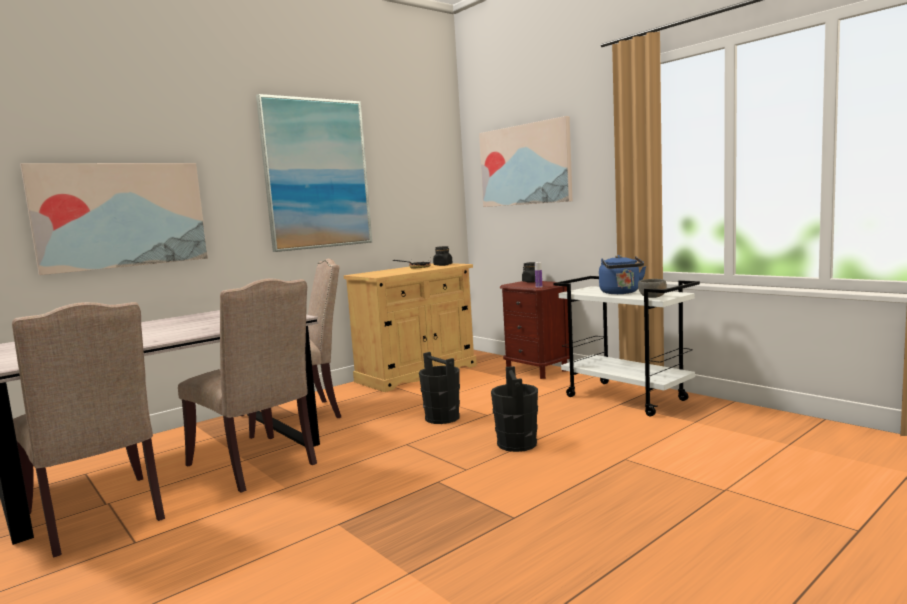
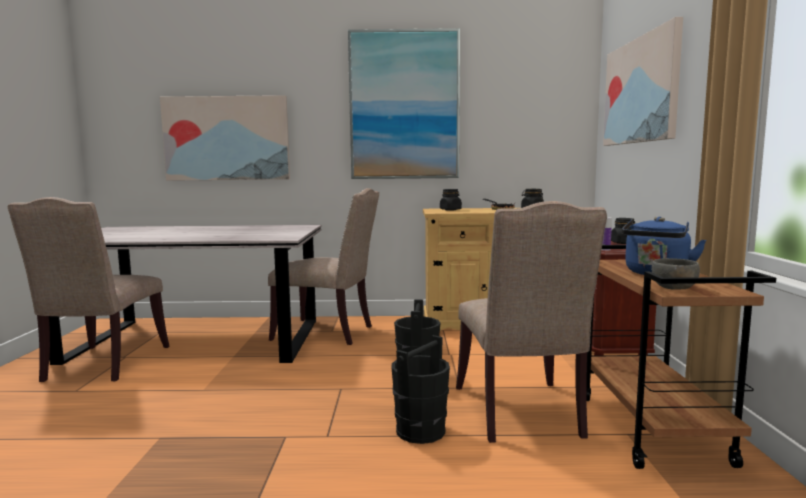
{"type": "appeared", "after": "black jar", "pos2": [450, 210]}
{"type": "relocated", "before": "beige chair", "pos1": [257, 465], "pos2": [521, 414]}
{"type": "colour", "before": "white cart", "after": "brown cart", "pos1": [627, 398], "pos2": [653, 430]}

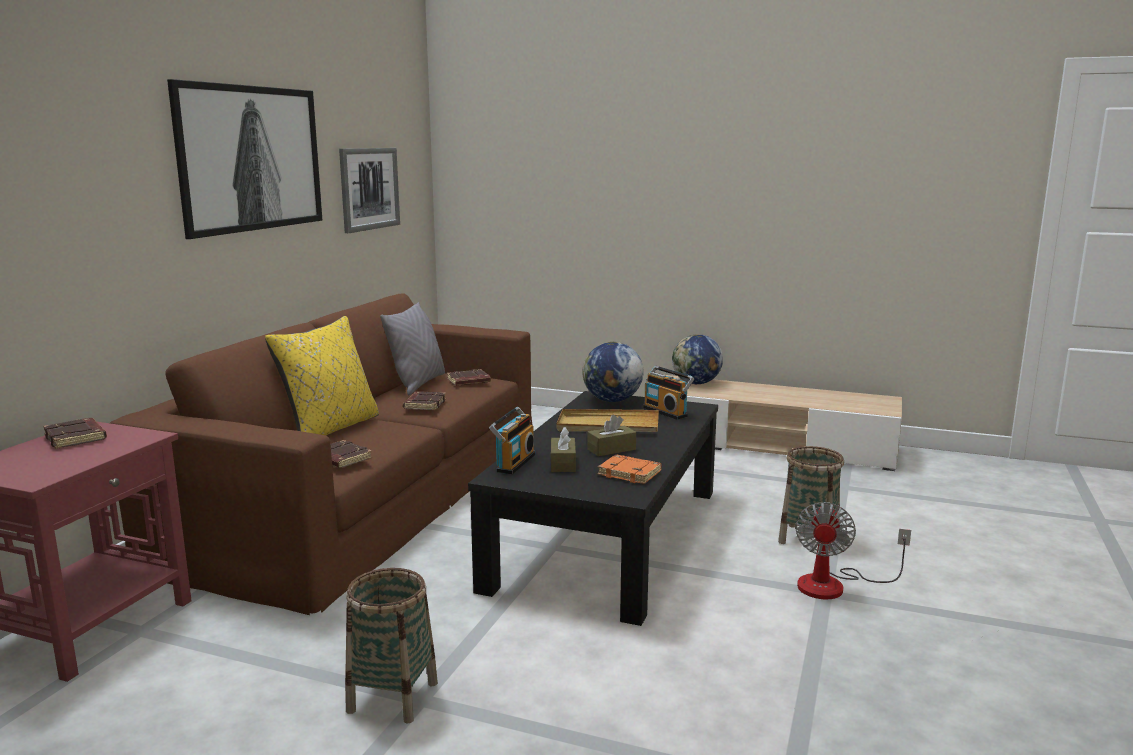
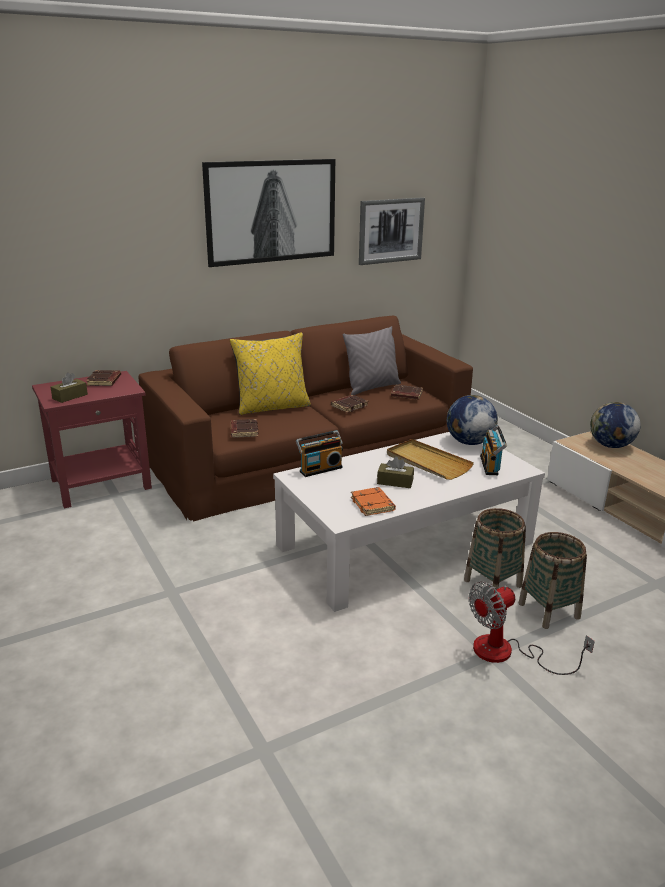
{"type": "relocated", "before": "brown tissue box", "pos1": [563, 463], "pos2": [70, 396]}
{"type": "colour", "before": "black coffee table", "after": "white coffee table", "pos1": [608, 536], "pos2": [406, 544]}
{"type": "relocated", "before": "basket", "pos1": [392, 696], "pos2": [492, 583]}

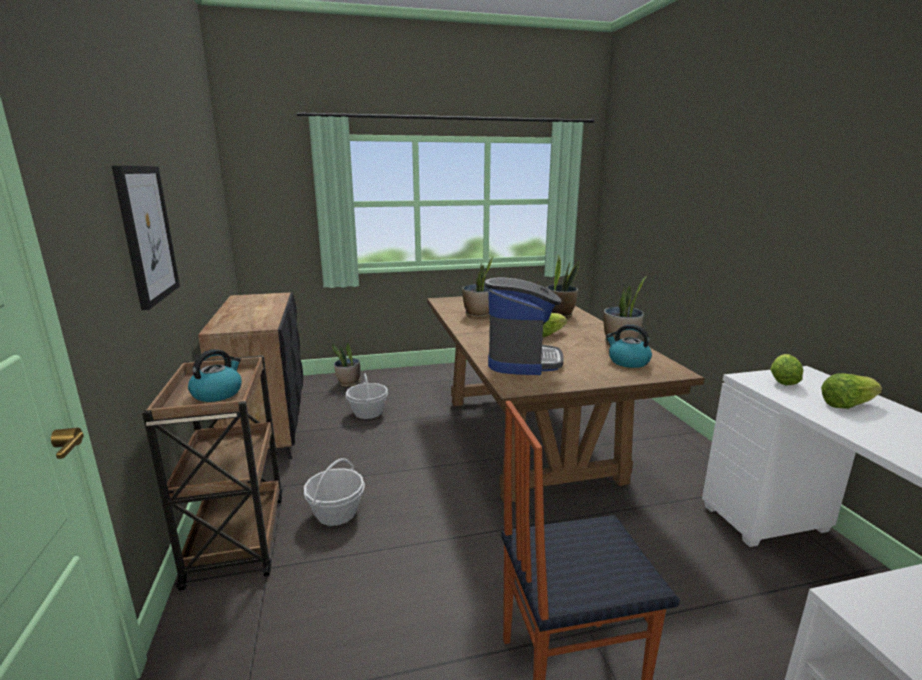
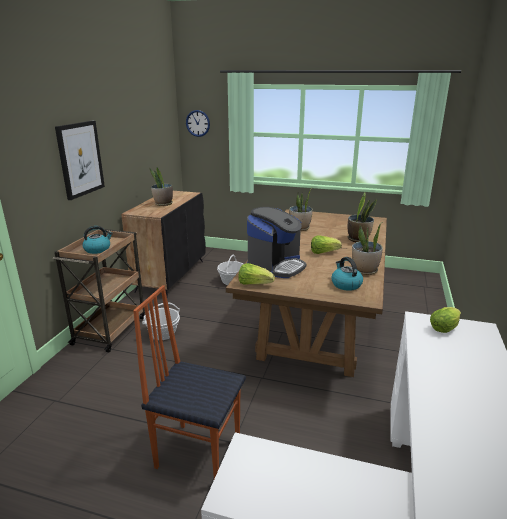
{"type": "relocated", "before": "potted plant", "pos1": [348, 383], "pos2": [163, 204]}
{"type": "appeared", "after": "wall clock", "pos2": [198, 123]}
{"type": "relocated", "before": "lettuce", "pos1": [846, 405], "pos2": [254, 284]}

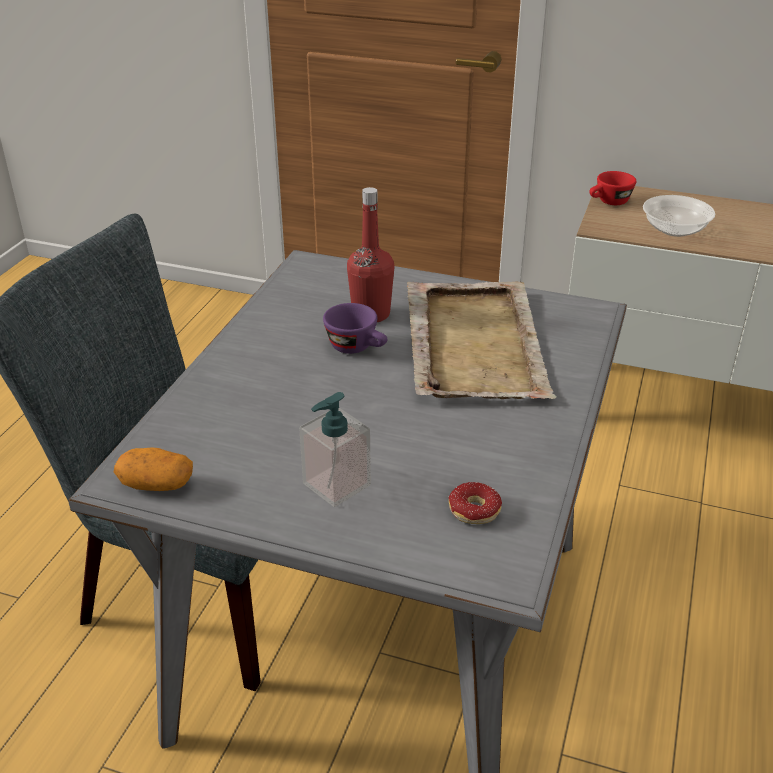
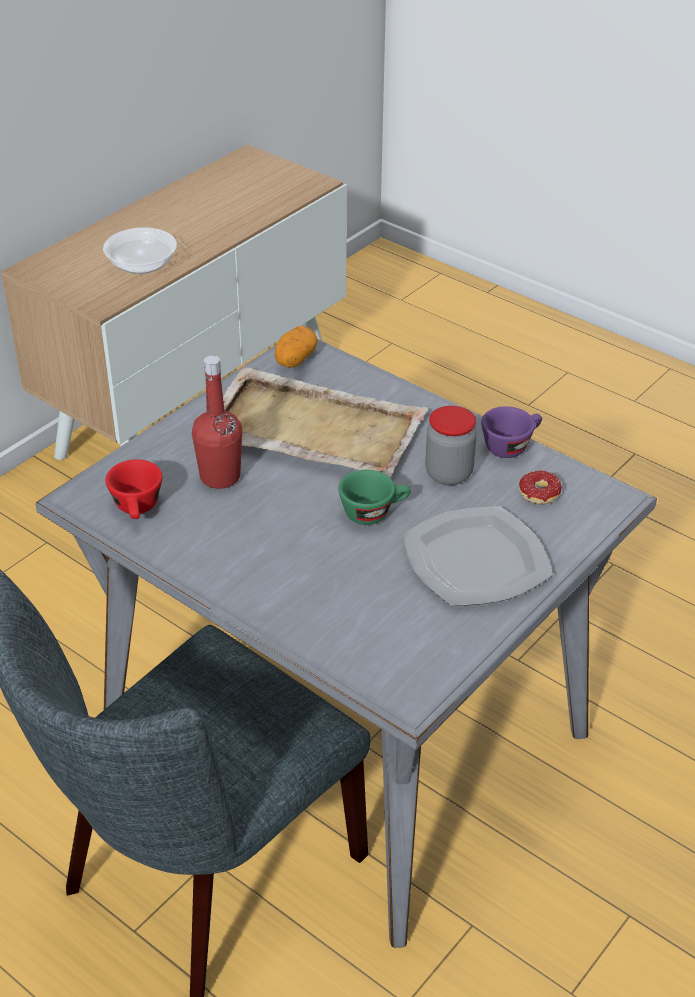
{"type": "relocated", "before": "red cup", "pos1": [609, 202], "pos2": [138, 509]}
{"type": "relocated", "before": "potato", "pos1": [156, 485], "pos2": [295, 359]}
{"type": "appeared", "after": "green cup", "pos2": [374, 512]}
{"type": "exchanged", "before": "soap dispenser", "after": "plate", "pos1": [336, 484], "pos2": [476, 559]}
{"type": "appeared", "after": "jar", "pos2": [448, 474]}
{"type": "relocated", "before": "purple cup", "pos1": [358, 348], "pos2": [511, 445]}

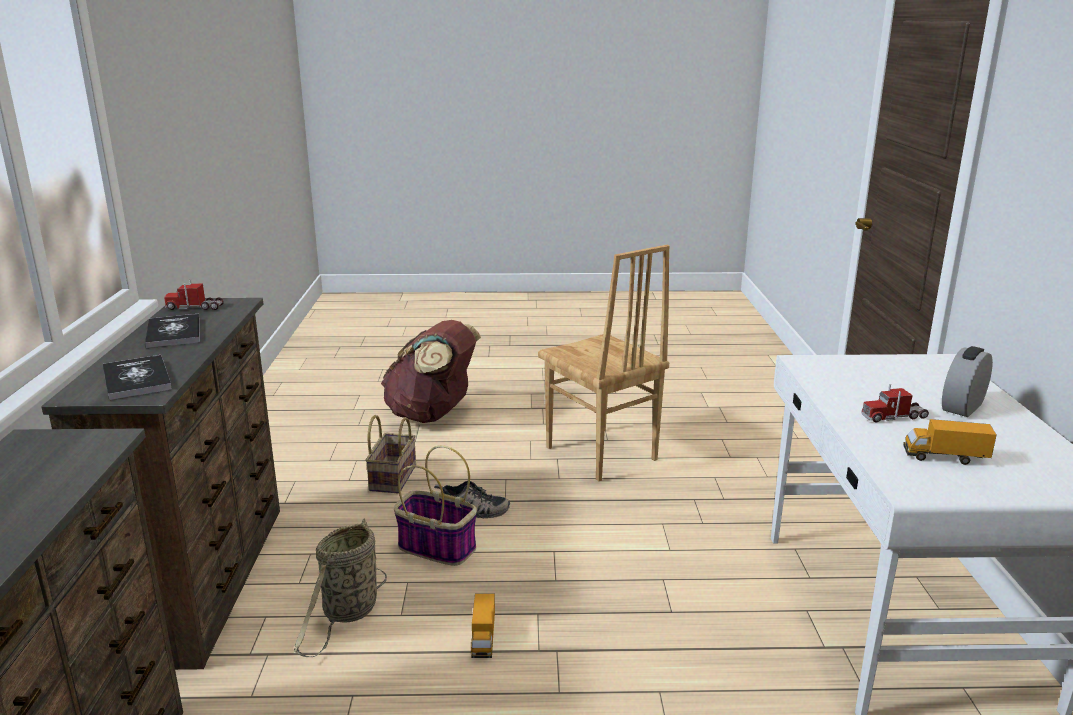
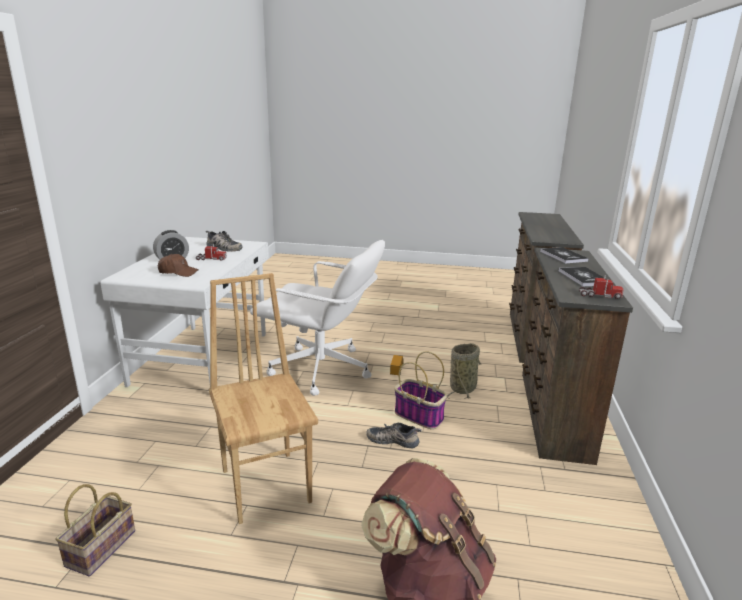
{"type": "relocated", "before": "basket", "pos1": [392, 477], "pos2": [101, 550]}
{"type": "appeared", "after": "brown cap", "pos2": [178, 272]}
{"type": "exchanged", "before": "toy truck", "after": "shoe", "pos1": [944, 458], "pos2": [223, 248]}
{"type": "appeared", "after": "white office chair", "pos2": [321, 370]}

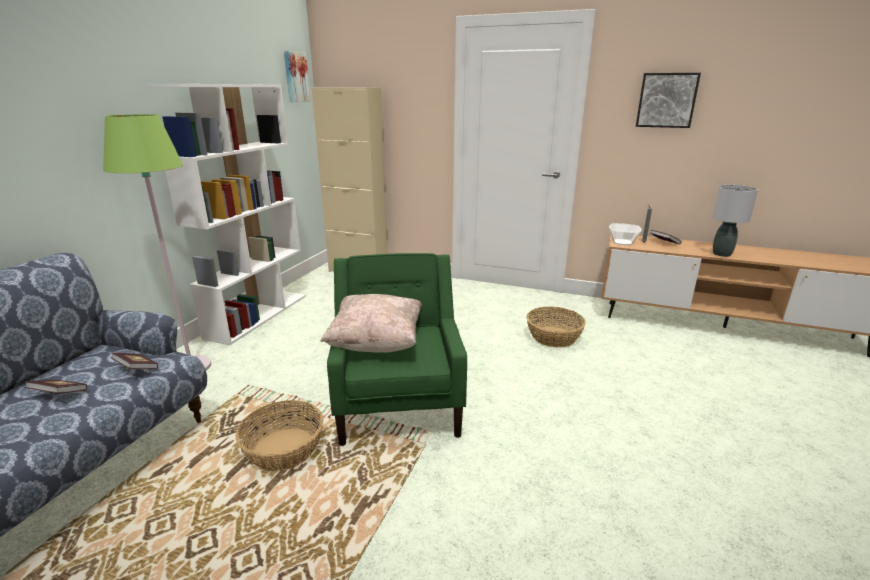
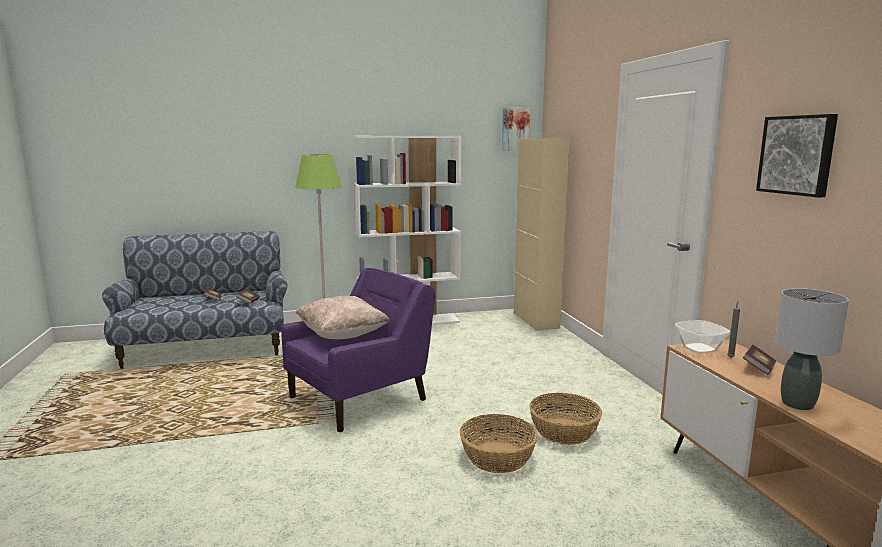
{"type": "colour", "before": "green armchair", "after": "purple armchair", "pos1": [399, 401], "pos2": [360, 398]}
{"type": "relocated", "before": "basket", "pos1": [283, 449], "pos2": [497, 457]}

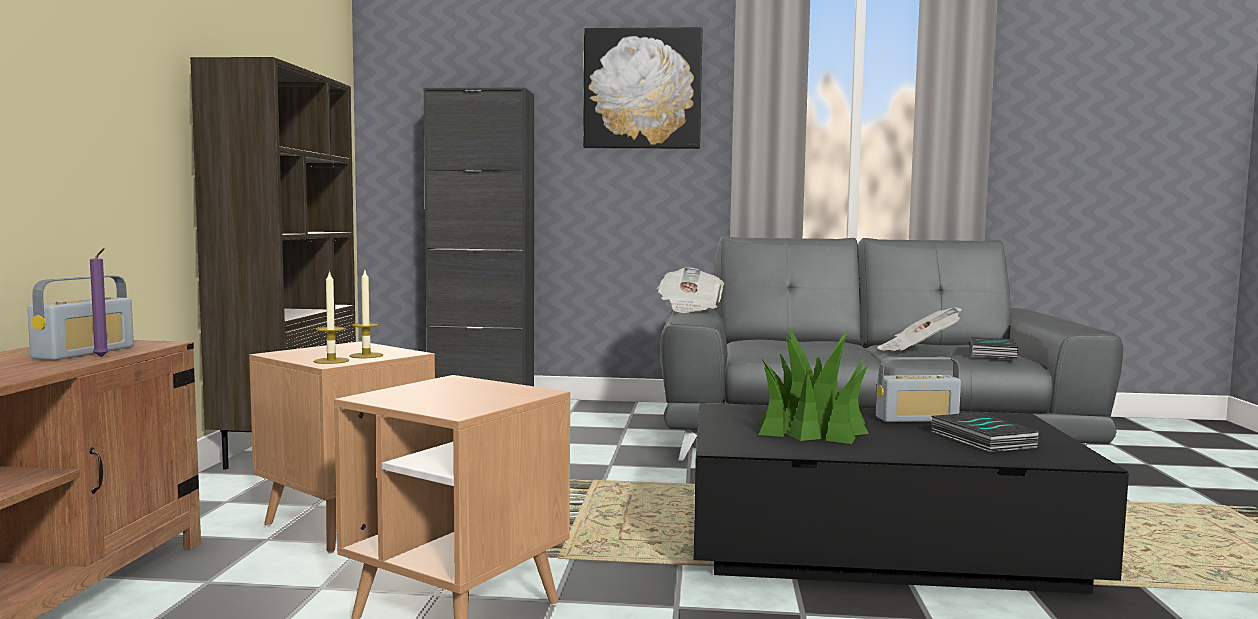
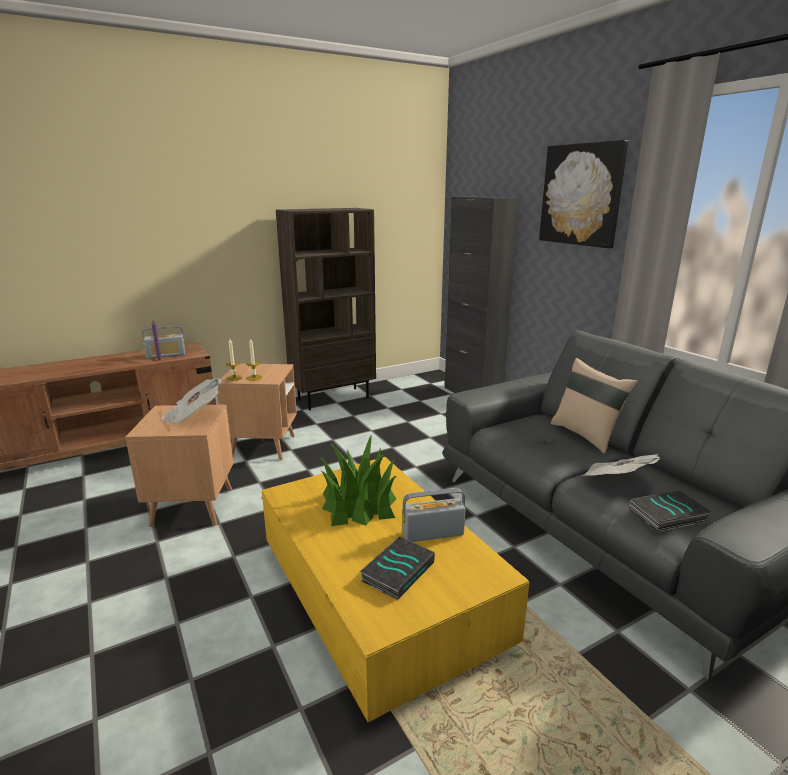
{"type": "relocated", "before": "newspaper", "pos1": [689, 309], "pos2": [193, 416]}
{"type": "colour", "before": "black coffee table", "after": "yellow coffee table", "pos1": [879, 545], "pos2": [379, 596]}
{"type": "spun", "before": "radio", "pos1": [917, 419], "pos2": [433, 533], "turn": 120}
{"type": "appeared", "after": "beige pillow", "pos2": [586, 435]}

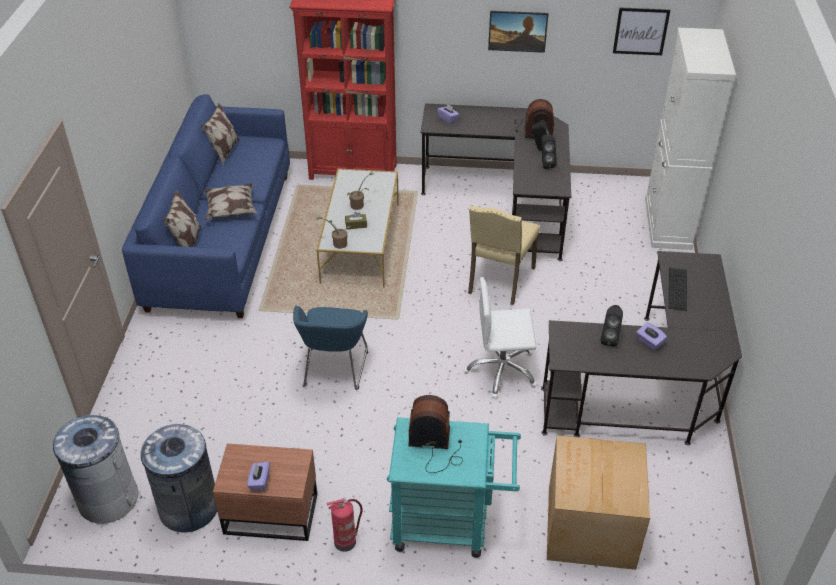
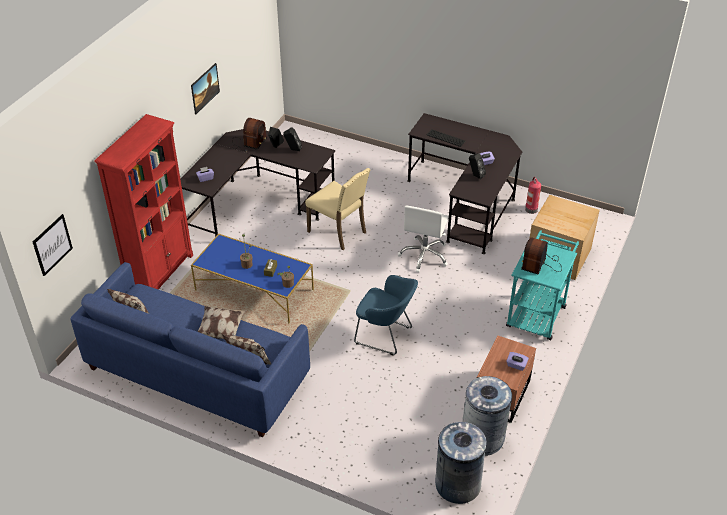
{"type": "relocated", "before": "picture", "pos1": [640, 31], "pos2": [52, 245]}
{"type": "colour", "before": "white coffee table", "after": "blue coffee table", "pos1": [361, 242], "pos2": [253, 290]}
{"type": "relocated", "before": "fire extinguisher", "pos1": [346, 541], "pos2": [530, 209]}
{"type": "missing", "before": "white cabinet", "pos1": [667, 223]}

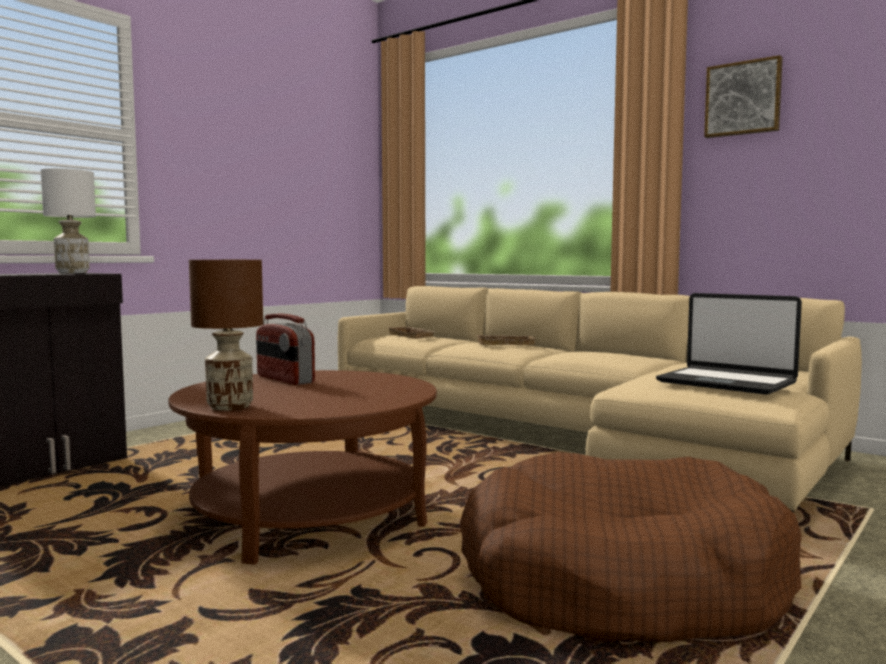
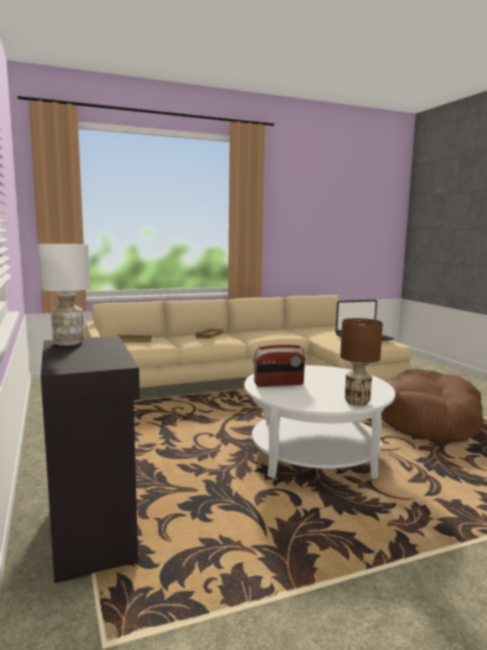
{"type": "colour", "before": "brown coffee table", "after": "white coffee table", "pos1": [309, 516], "pos2": [314, 454]}
{"type": "missing", "before": "picture", "pos1": [743, 99]}

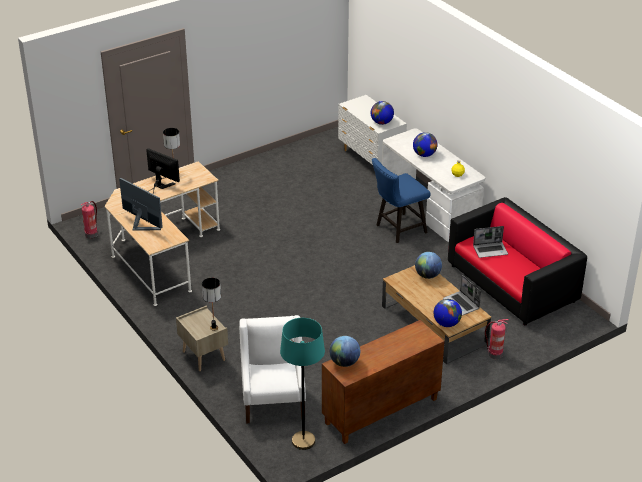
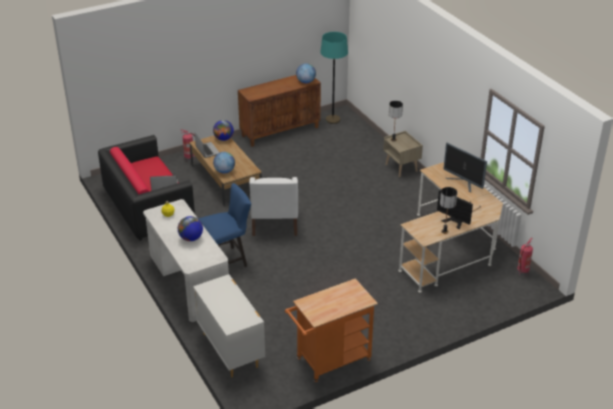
{"type": "relocated", "before": "white armchair", "pos1": [274, 401], "pos2": [274, 223]}
{"type": "appeared", "after": "orange cart", "pos2": [329, 361]}
{"type": "missing", "before": "globe", "pos1": [381, 122]}

